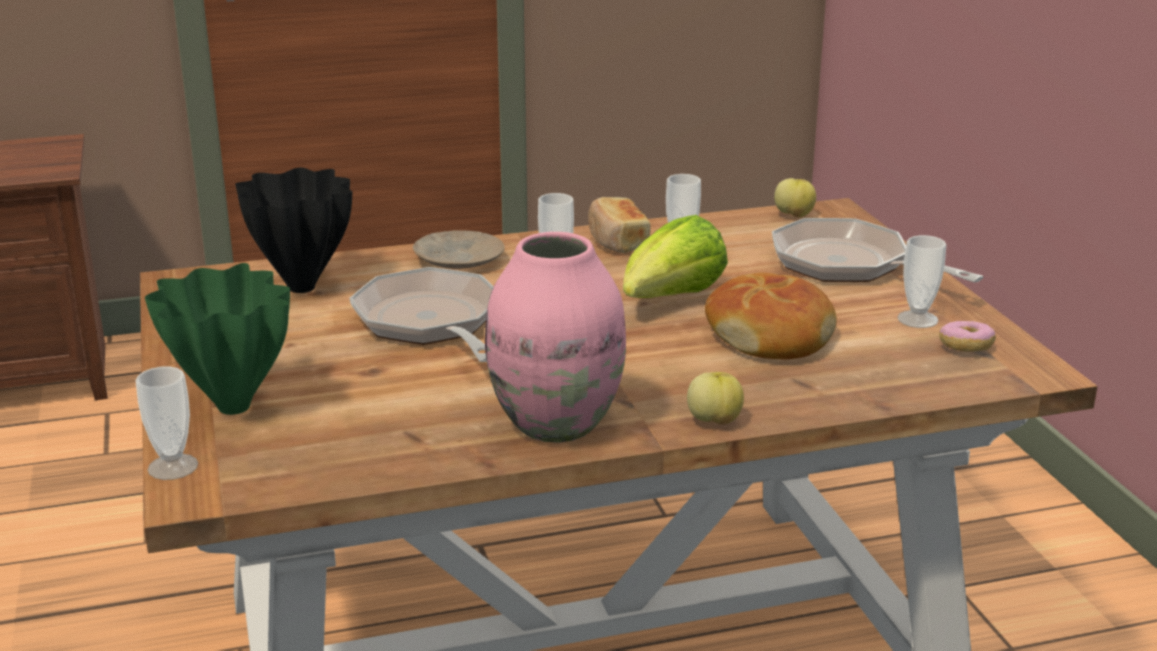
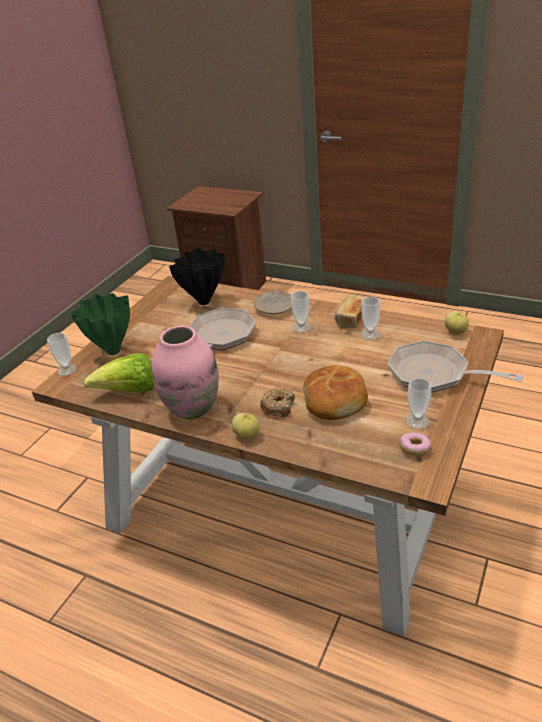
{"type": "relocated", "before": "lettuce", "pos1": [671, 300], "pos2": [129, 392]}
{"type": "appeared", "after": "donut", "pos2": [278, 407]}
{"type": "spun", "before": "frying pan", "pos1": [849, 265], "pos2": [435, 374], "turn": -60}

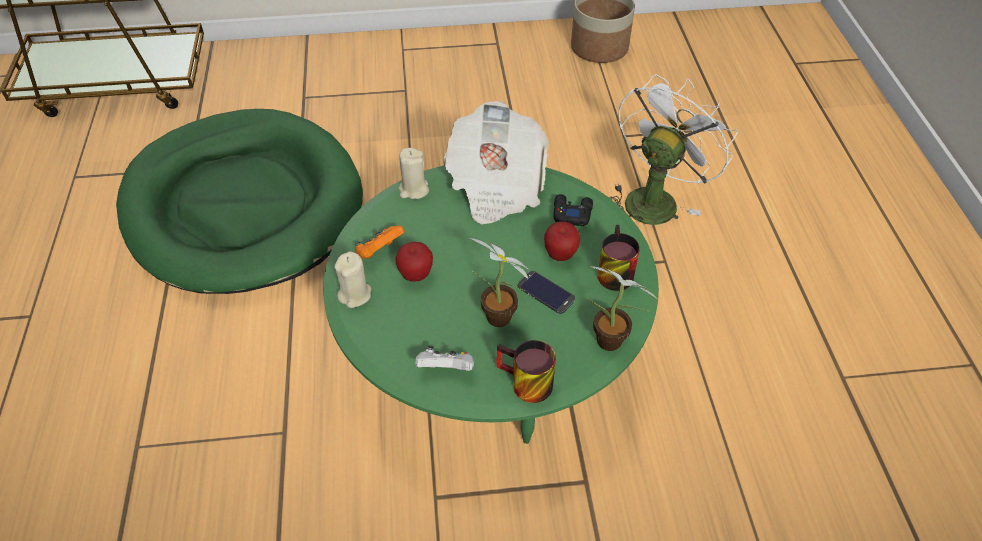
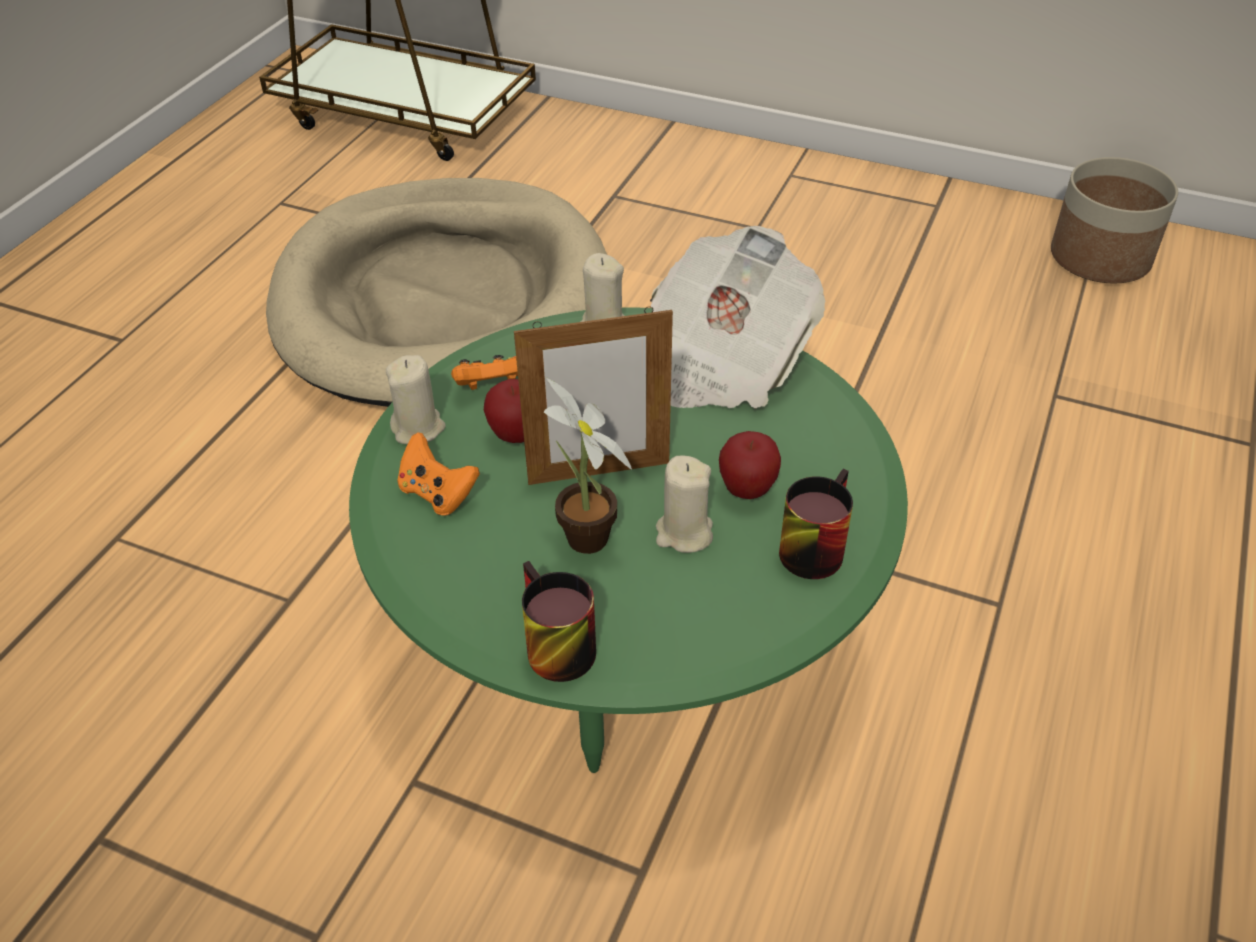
{"type": "colour", "before": "green dog bed", "after": "beige dog bed", "pos1": [243, 205], "pos2": [444, 302]}
{"type": "appeared", "after": "orange game controller", "pos2": [437, 494]}
{"type": "appeared", "after": "picture frame", "pos2": [599, 473]}
{"type": "exchanged", "before": "phone", "after": "beige candle", "pos1": [546, 292], "pos2": [684, 533]}
{"type": "missing", "before": "white game controller", "pos1": [446, 369]}
{"type": "missing", "before": "black game controller", "pos1": [571, 213]}
{"type": "missing", "before": "potted plant", "pos1": [612, 344]}
{"type": "missing", "before": "white fan", "pos1": [654, 198]}

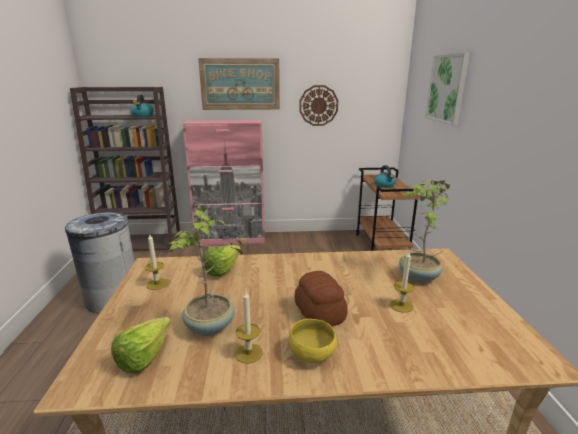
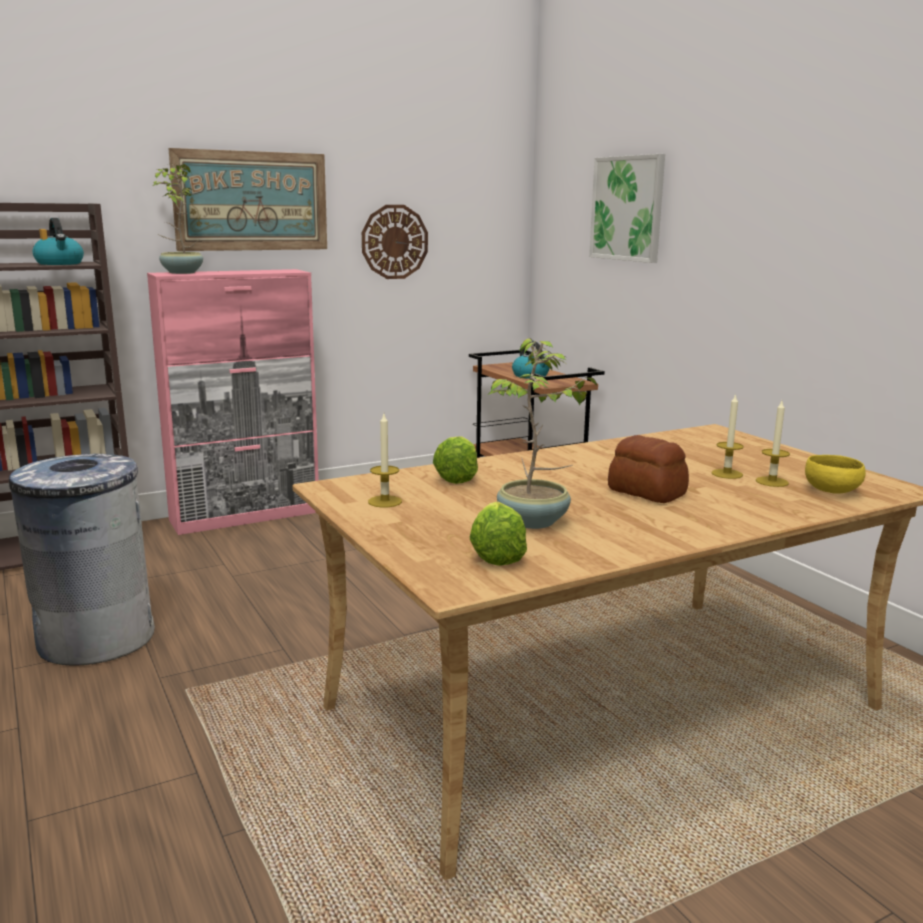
{"type": "relocated", "before": "potted plant", "pos1": [417, 277], "pos2": [181, 273]}
{"type": "relocated", "before": "candle", "pos1": [248, 353], "pos2": [772, 482]}
{"type": "relocated", "before": "yellow bowl", "pos1": [313, 354], "pos2": [832, 491]}

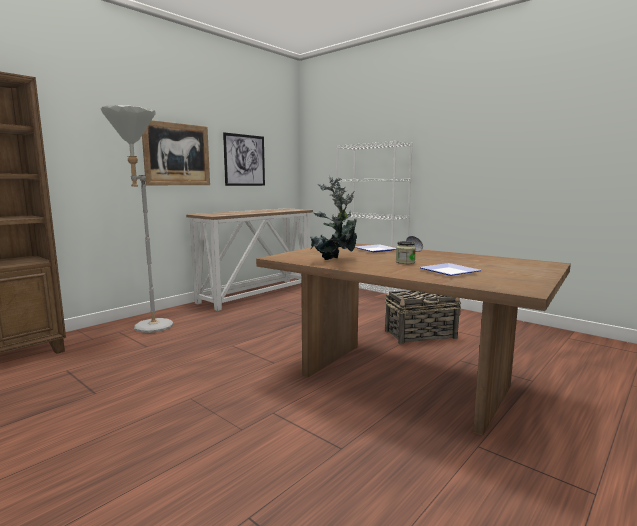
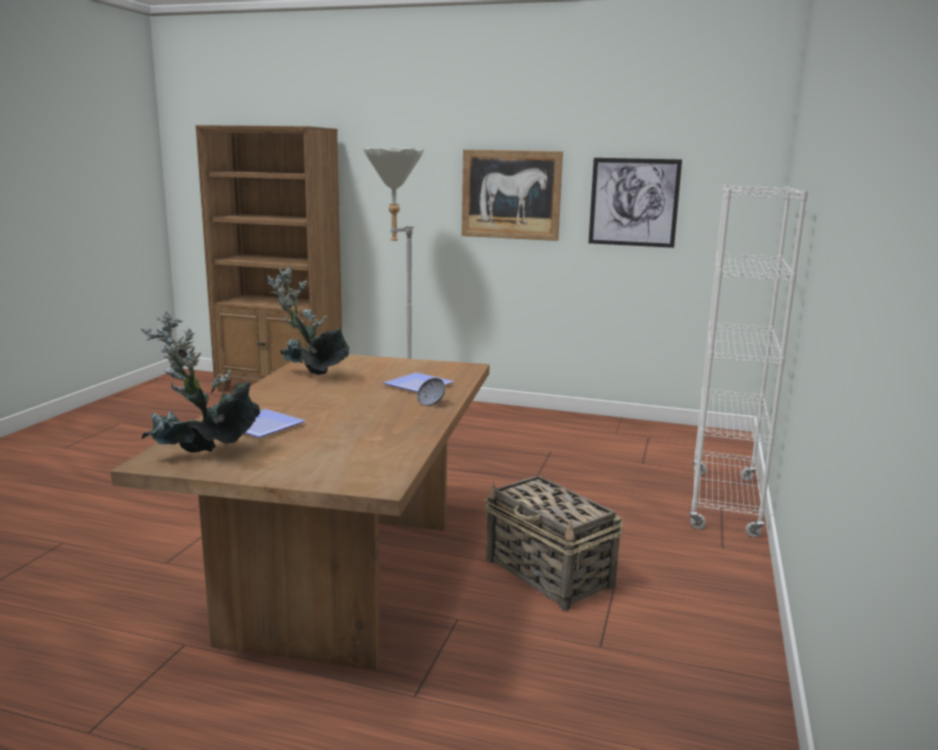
{"type": "appeared", "after": "potted plant", "pos2": [202, 457]}
{"type": "missing", "before": "console table", "pos1": [257, 294]}
{"type": "missing", "before": "jar", "pos1": [405, 262]}

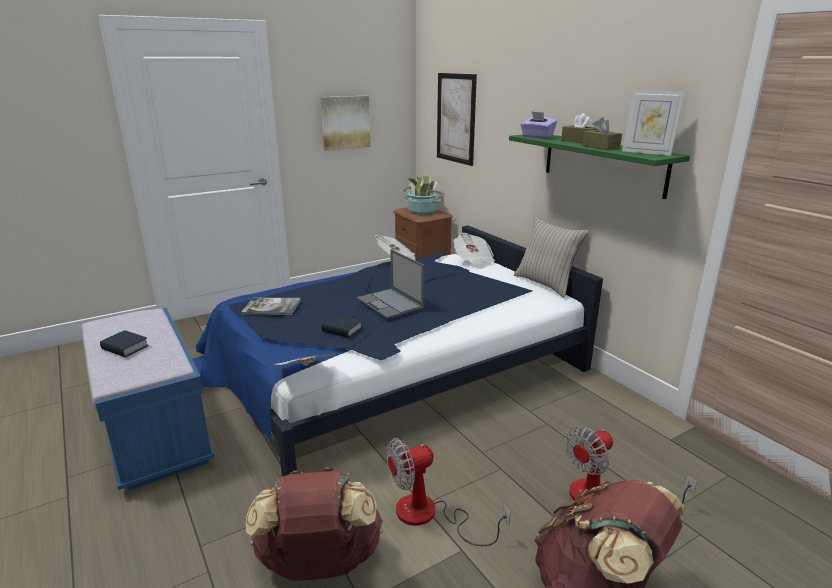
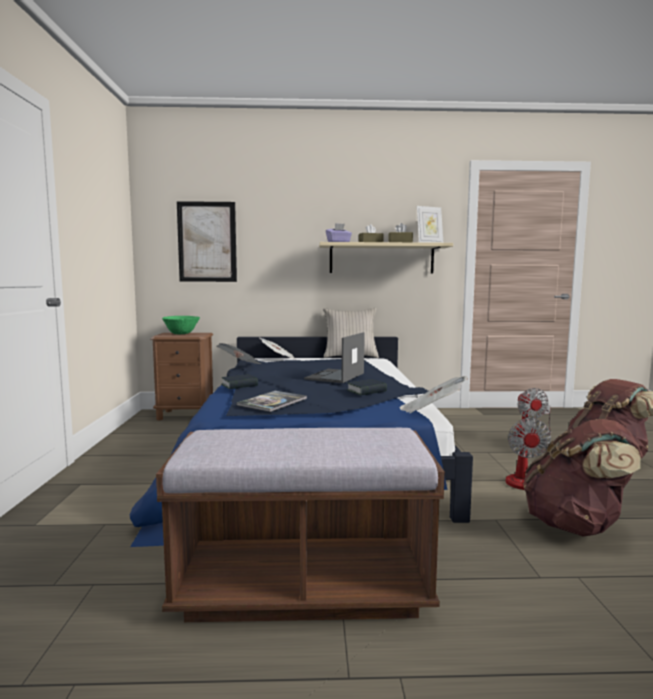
{"type": "colour", "before": "blue bench", "after": "brown bench", "pos1": [156, 434], "pos2": [303, 586]}
{"type": "exchanged", "before": "potted plant", "after": "green bowl", "pos1": [423, 211], "pos2": [181, 334]}
{"type": "relocated", "before": "book", "pos1": [125, 348], "pos2": [239, 385]}
{"type": "spun", "before": "laptop", "pos1": [390, 303], "pos2": [335, 376], "turn": 120}
{"type": "colour", "before": "green shelf", "after": "beige shelf", "pos1": [603, 163], "pos2": [381, 259]}
{"type": "missing", "before": "picture", "pos1": [345, 122]}

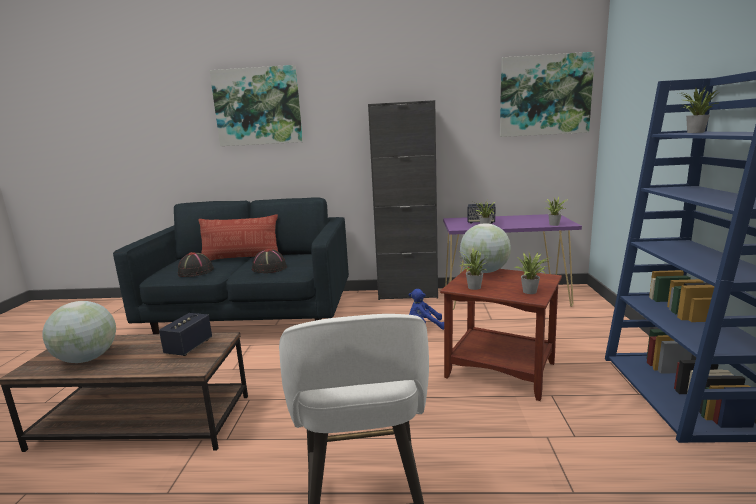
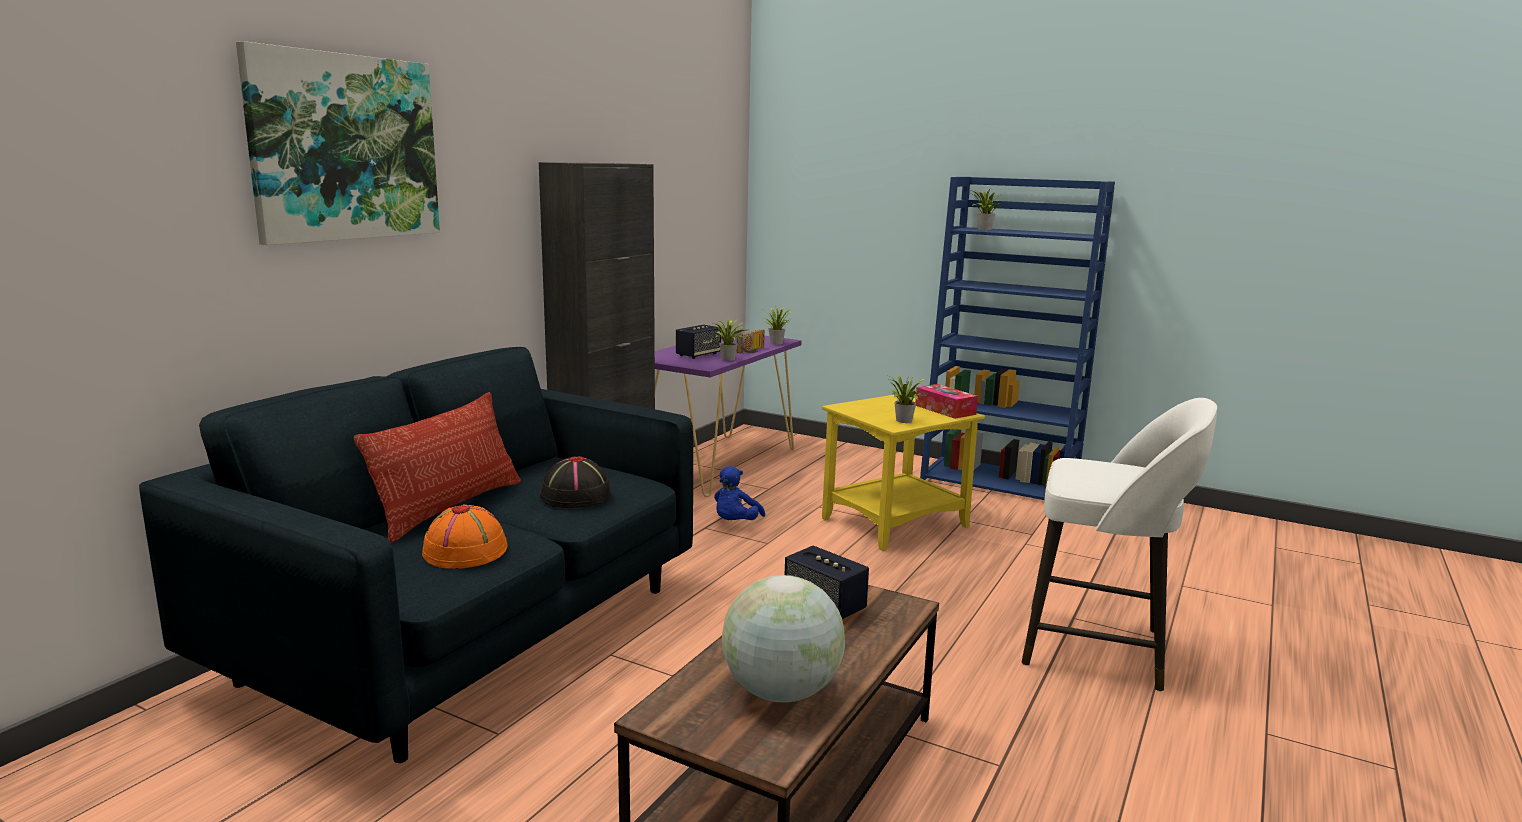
{"type": "colour", "before": "black hat", "after": "orange hat", "pos1": [196, 272], "pos2": [466, 551]}
{"type": "appeared", "after": "radio", "pos2": [753, 351]}
{"type": "colour", "before": "brown side table", "after": "yellow side table", "pos1": [499, 371], "pos2": [896, 523]}
{"type": "exchanged", "before": "potted plant", "after": "tissue box", "pos1": [531, 292], "pos2": [945, 410]}
{"type": "missing", "before": "globe", "pos1": [484, 271]}
{"type": "missing", "before": "picture", "pos1": [544, 95]}

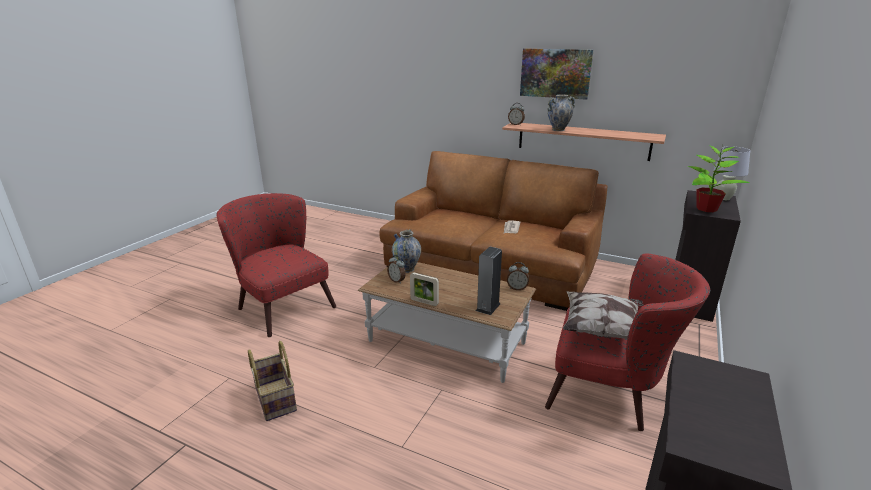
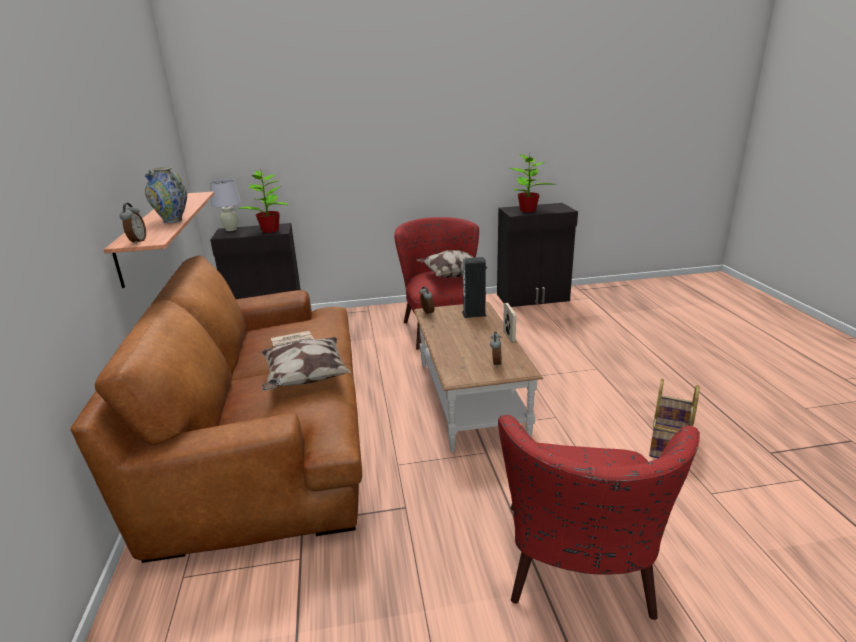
{"type": "appeared", "after": "pillow", "pos2": [305, 379]}
{"type": "appeared", "after": "potted plant", "pos2": [528, 210]}
{"type": "missing", "before": "vase", "pos1": [407, 269]}
{"type": "missing", "before": "picture", "pos1": [555, 73]}

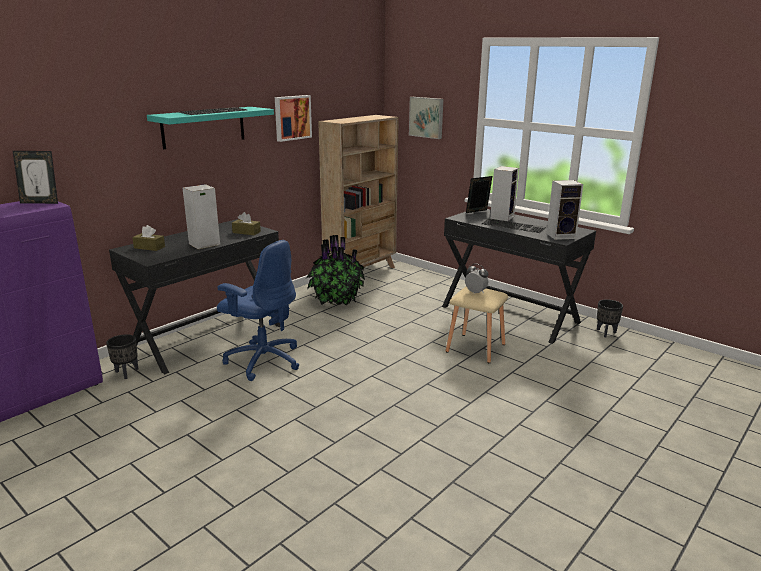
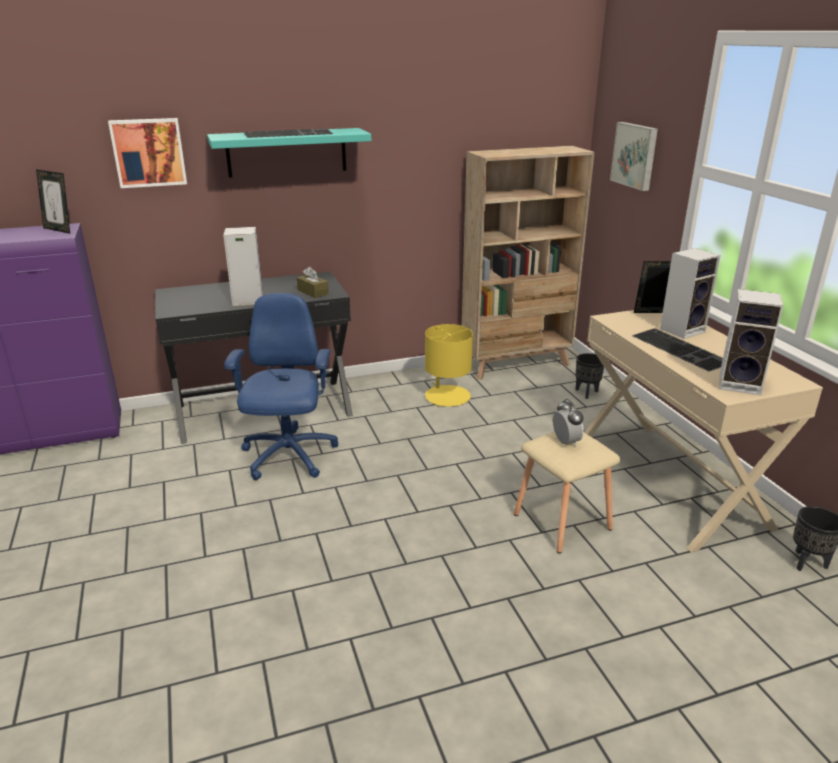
{"type": "relocated", "before": "picture", "pos1": [292, 117], "pos2": [148, 152]}
{"type": "spun", "before": "blue office chair", "pos1": [263, 360], "pos2": [288, 456], "turn": -150}
{"type": "exchanged", "before": "potted plant", "after": "yellow table lamp", "pos1": [336, 300], "pos2": [447, 396]}
{"type": "relocated", "before": "black planter", "pos1": [126, 373], "pos2": [586, 393]}
{"type": "colour", "before": "black desk", "after": "beige desk", "pos1": [510, 314], "pos2": [669, 481]}
{"type": "missing", "before": "brown tissue box", "pos1": [149, 247]}

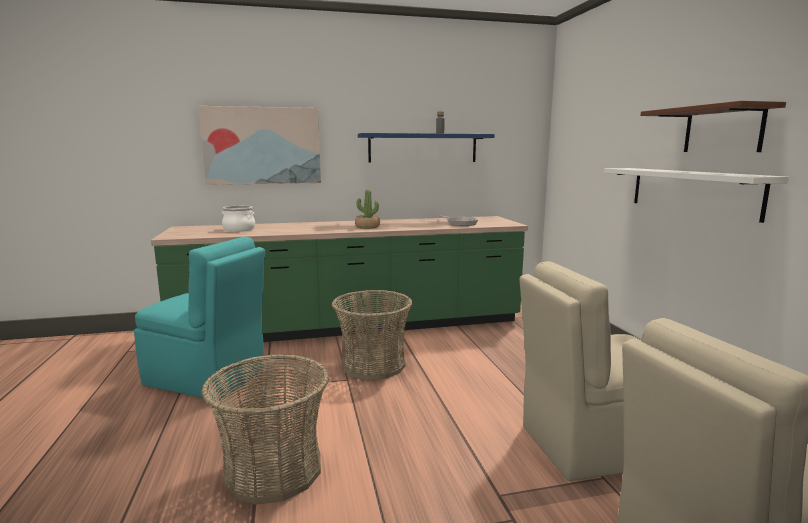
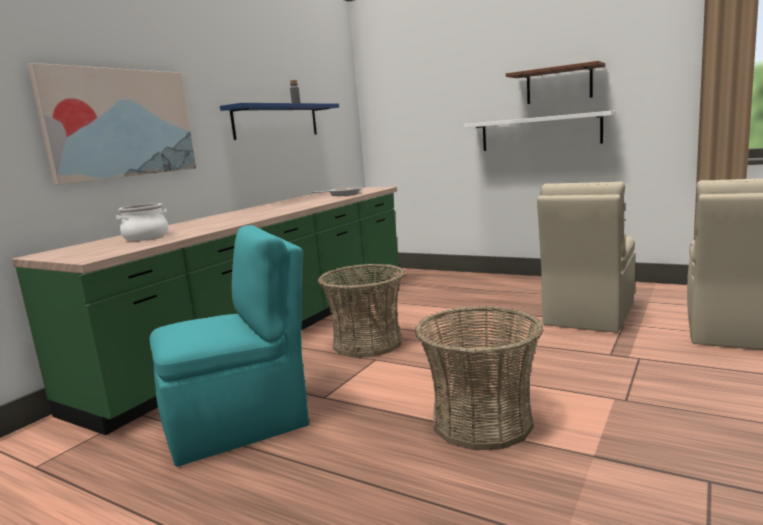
{"type": "missing", "before": "potted plant", "pos1": [367, 227]}

